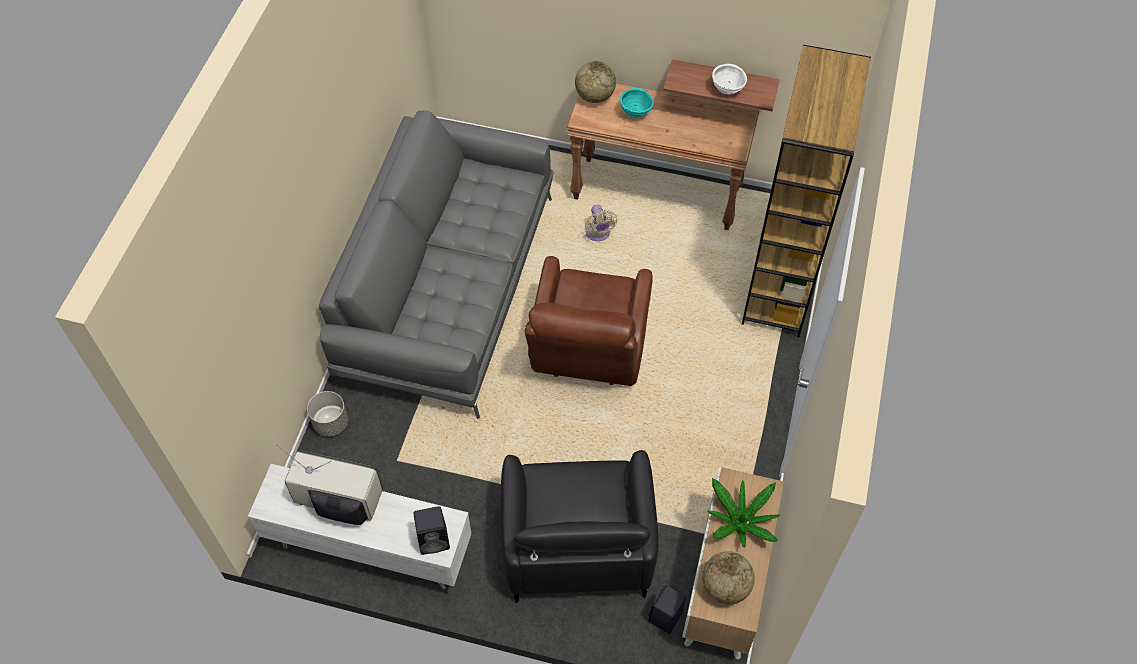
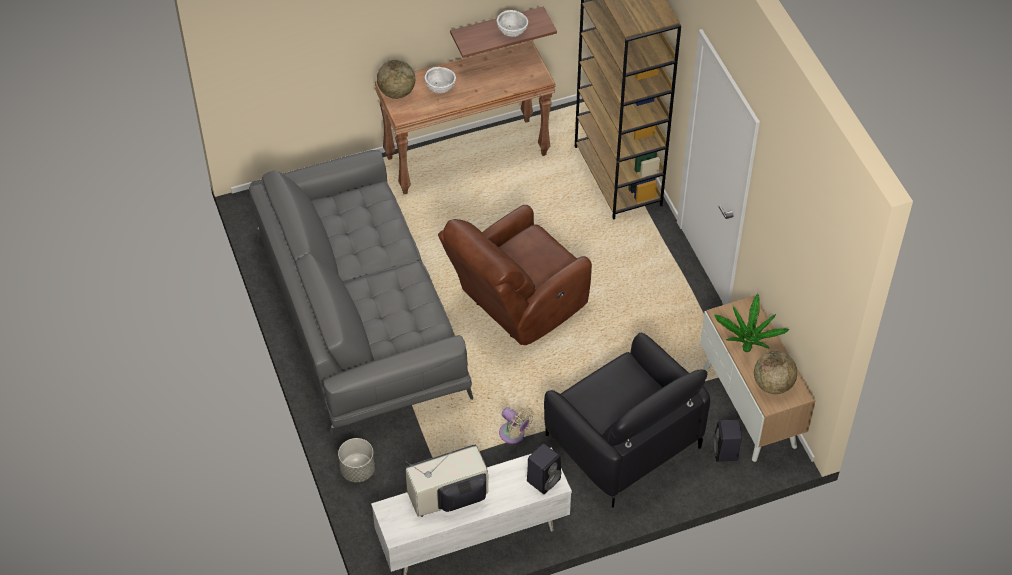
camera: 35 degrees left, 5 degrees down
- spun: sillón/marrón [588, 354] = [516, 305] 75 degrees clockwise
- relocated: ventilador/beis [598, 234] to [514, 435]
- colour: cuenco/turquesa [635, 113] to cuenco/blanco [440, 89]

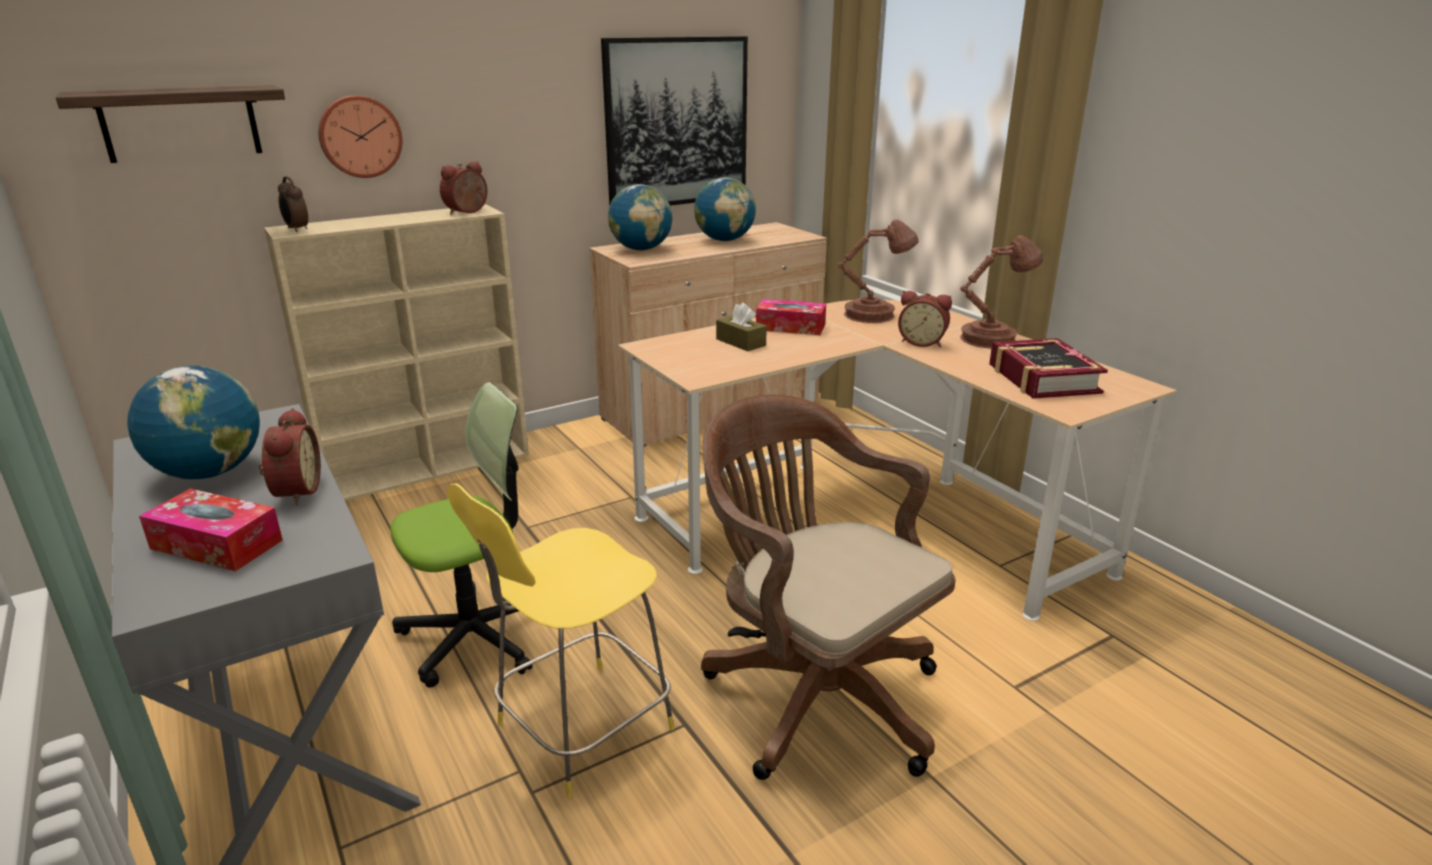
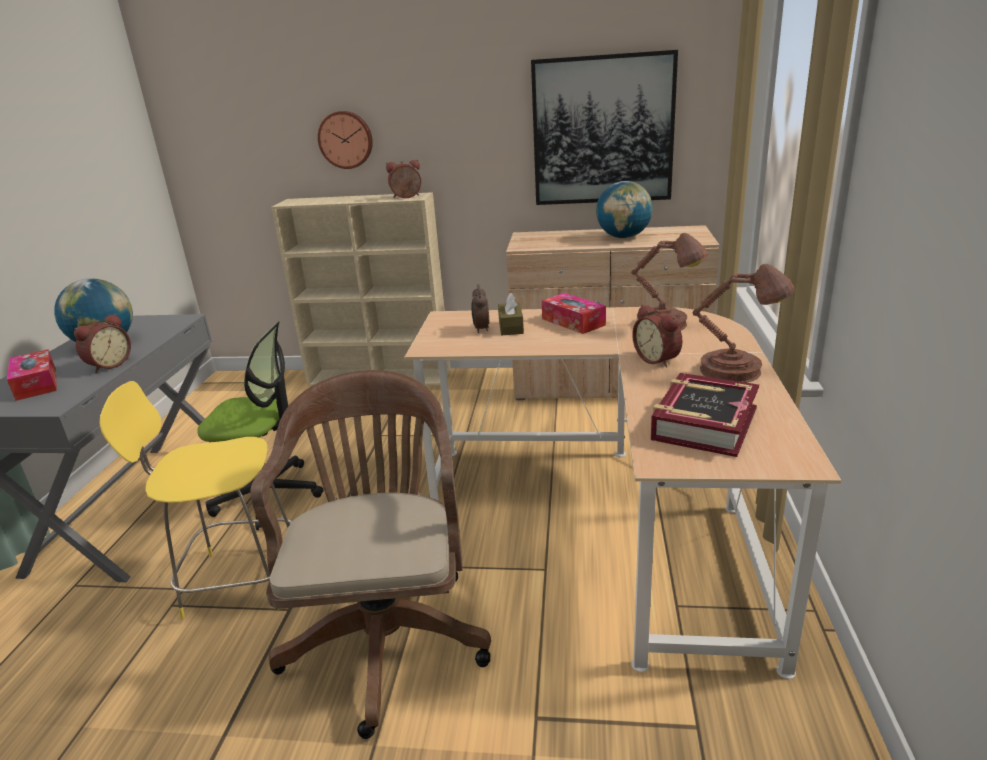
camera: 40 degrees right, 0 degrees up
- missing: estante [180, 123]
- relocated: despertador [297, 229] to [481, 329]
- missing: globo terráqueo [641, 249]

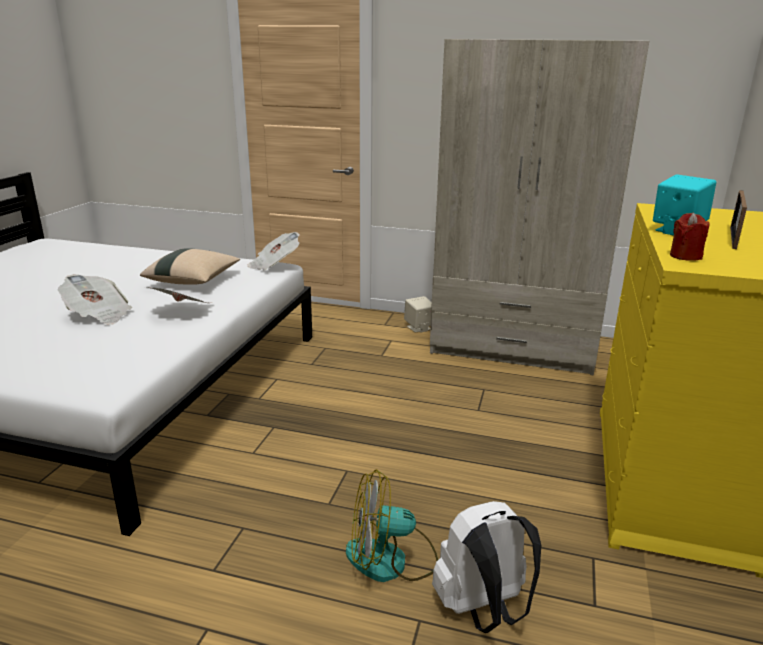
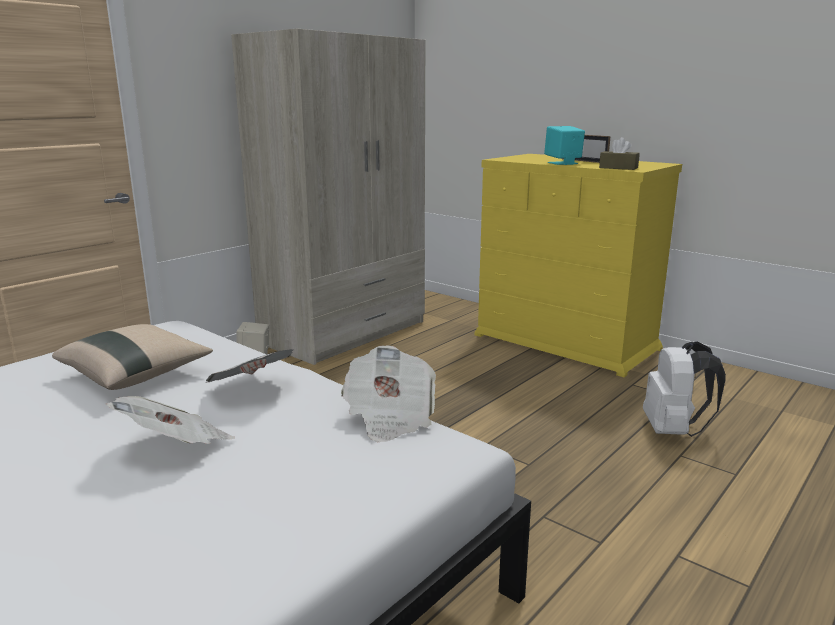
camera: 65 degrees left, 5 degrees down
- relocated: periódico [274, 265] to [389, 417]
- missing: ventilador [391, 559]
- exchanged: vela/rojo [685, 256] to caja de pañuelos/marrón [618, 168]

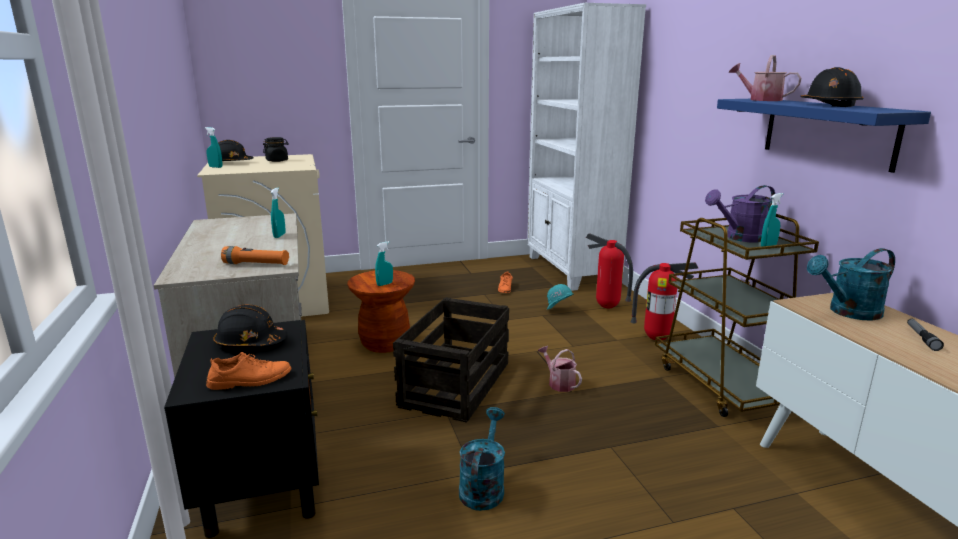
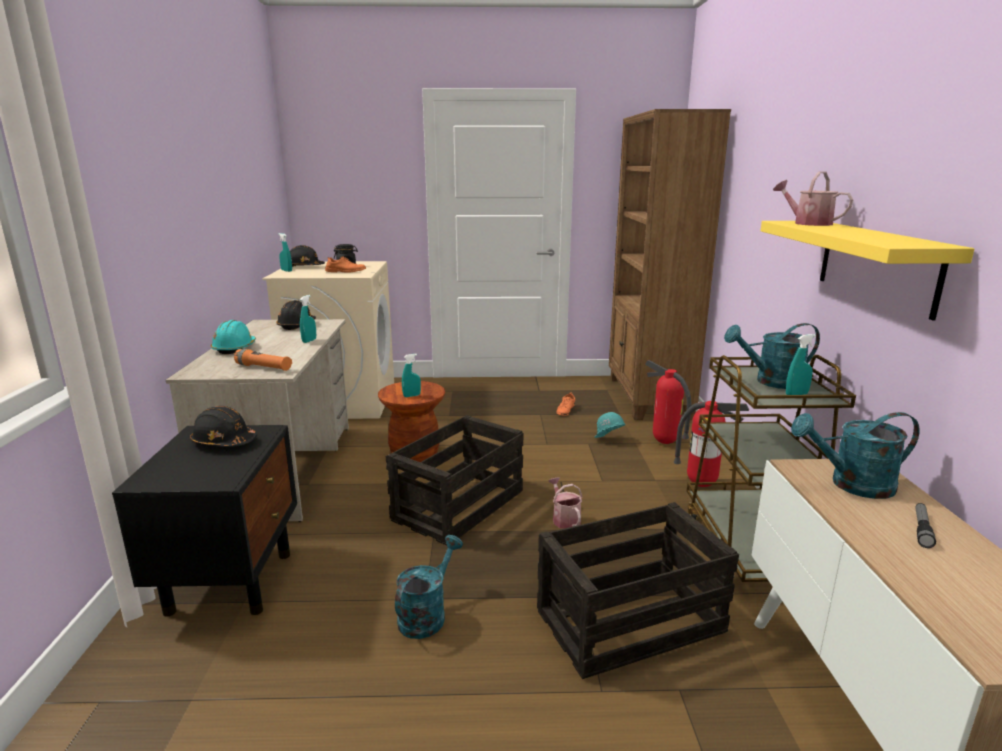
camera: 15 degrees right, 0 degrees up
- relocated: zapato/naranja [250, 380] to [345, 271]
- colour: estantería/blanco [571, 270] to estantería/marrón [648, 397]
- colour: regadera/morado [740, 238] to regadera/turquesa [771, 382]
- colour: estante/azul [827, 132] to estante/amarillo [876, 265]
- relocated: casco/negro [829, 105] to [297, 325]
- appeared: casco/turquesa [235, 348]
- appeared: caja de embalaje [628, 622]

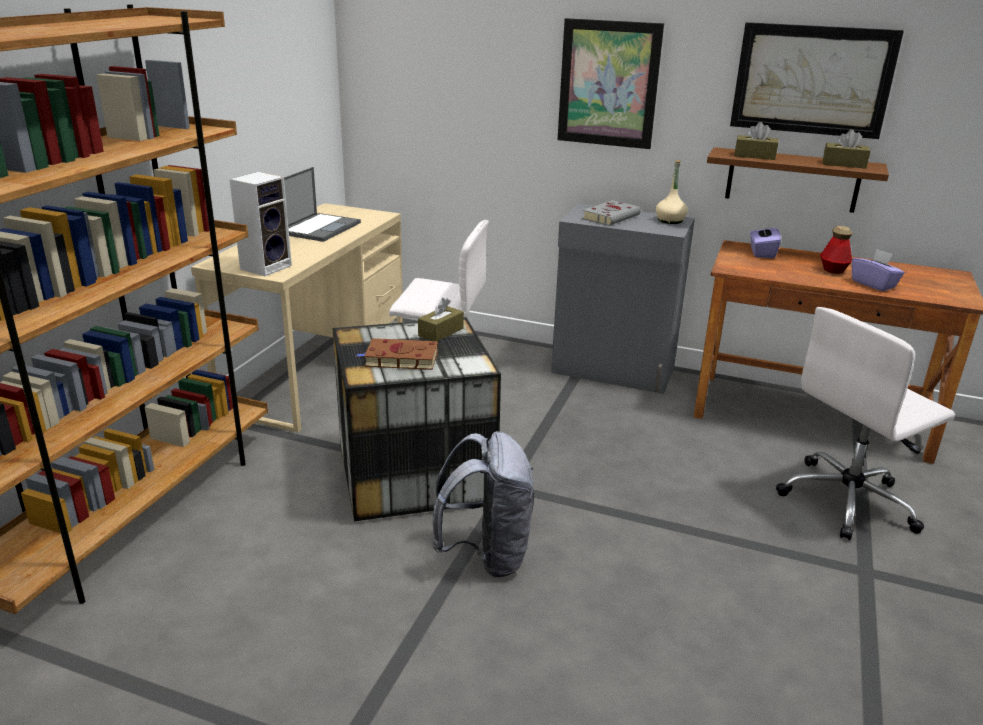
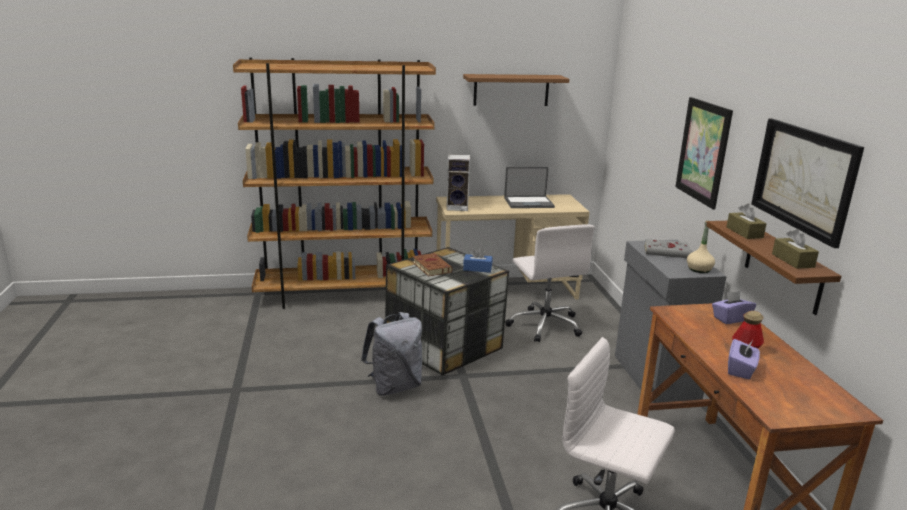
camera: 60 degrees right, 5 degrees down
- colour: caja de pañuelos/marrón [441, 332] to caja de pañuelos/azul [477, 268]
- appeared: estante/marrón [511, 90]

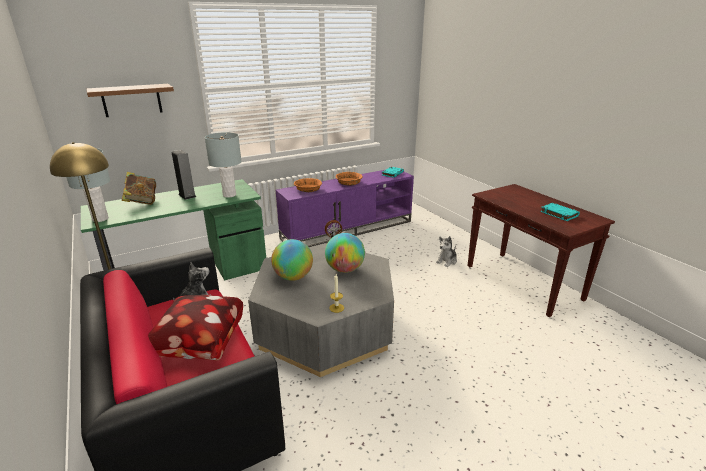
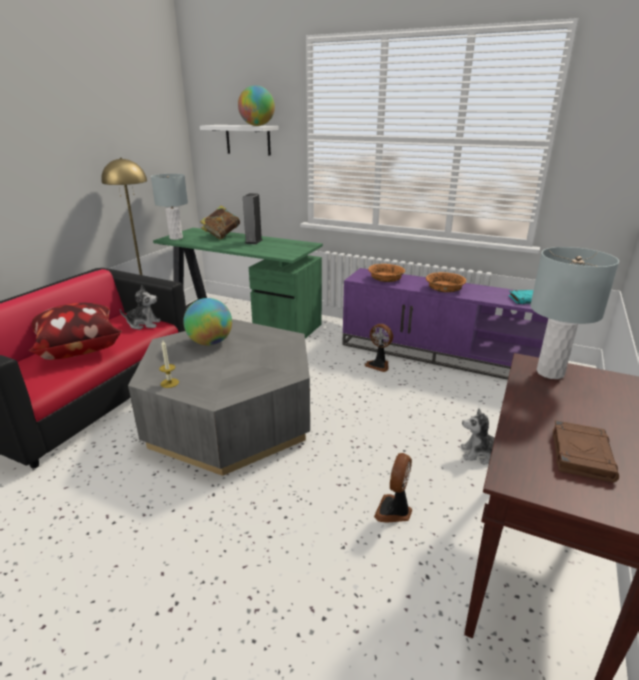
camera: 55 degrees right, 0 degrees up
- colour: estante/marrón [132, 100] to estante/blanco [248, 140]
- relocated: lámpara de mesa/gris [229, 195] to [550, 373]
- relocated: globo terráqueo [345, 270] to [257, 125]
- colour: libro/turquesa [558, 214] to libro/marrón [581, 454]
- appeared: ventilador [394, 511]

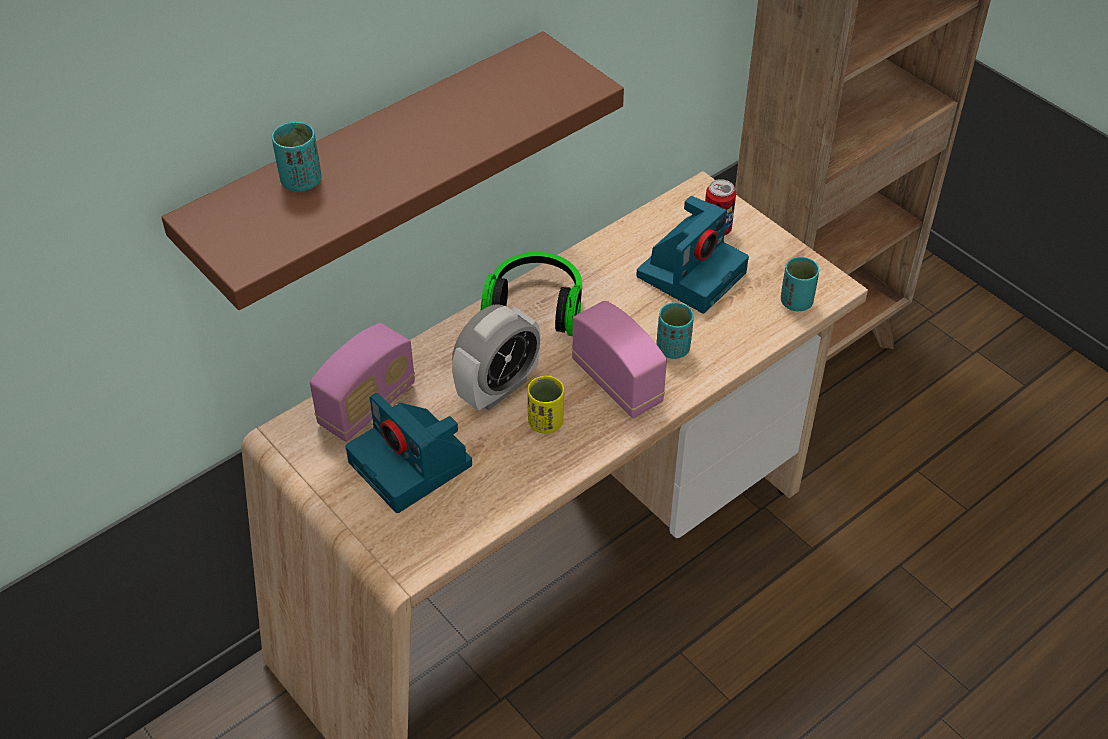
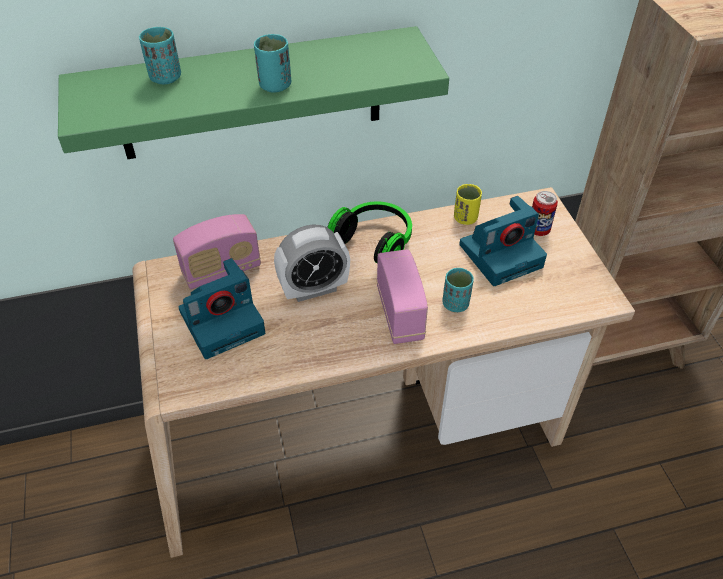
camera: 25 degrees right, 0 degrees up
- colour: estante/marrón [371, 169] to estante/verde [251, 95]
- spun: cámara [413, 465] = [223, 321] 105 degrees counterclockwise
- relocated: taza/amarillo [545, 422] to [465, 218]
- relocated: taza/turquesa [796, 302] to [275, 85]

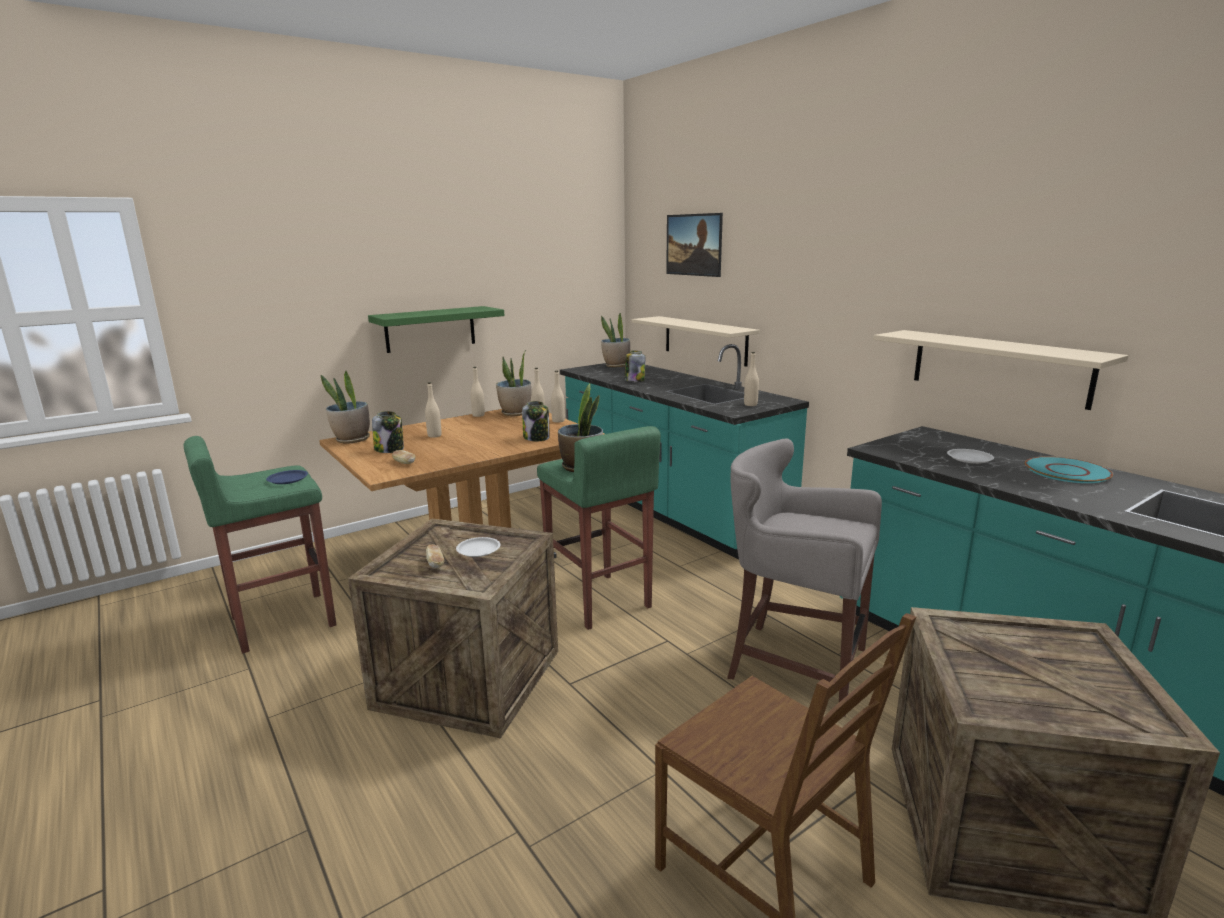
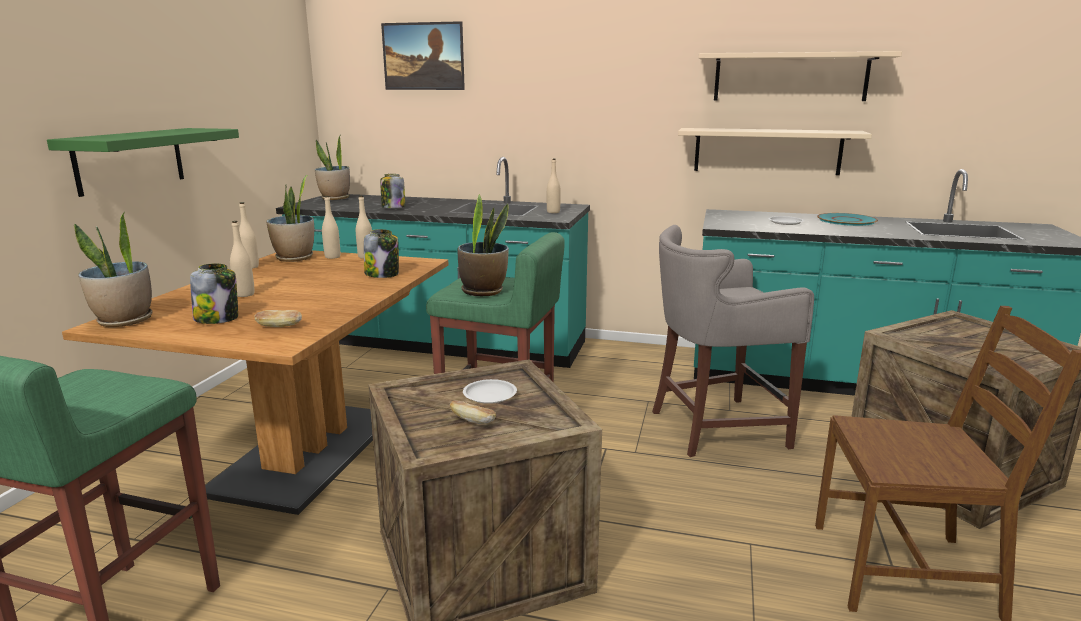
camera: 40 degrees left, 0 degrees up
- missing: plato/azul [287, 479]
- relocated: estante/beis [705, 340] to [790, 77]

